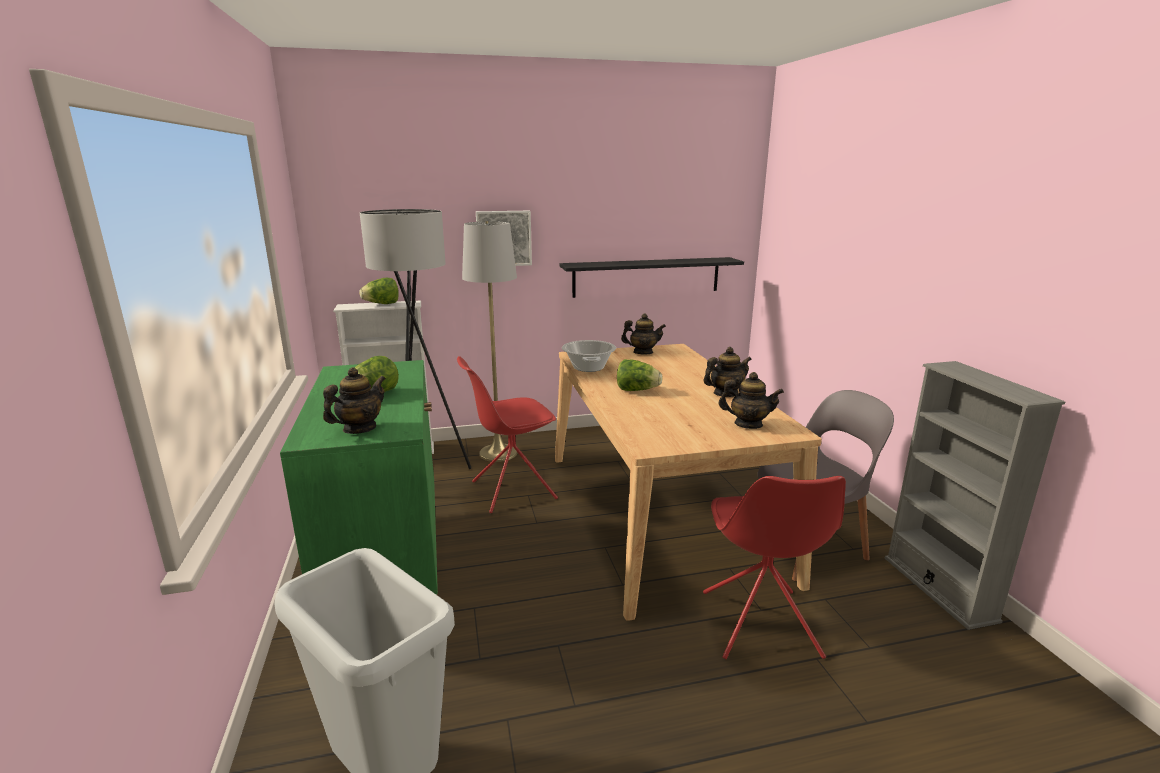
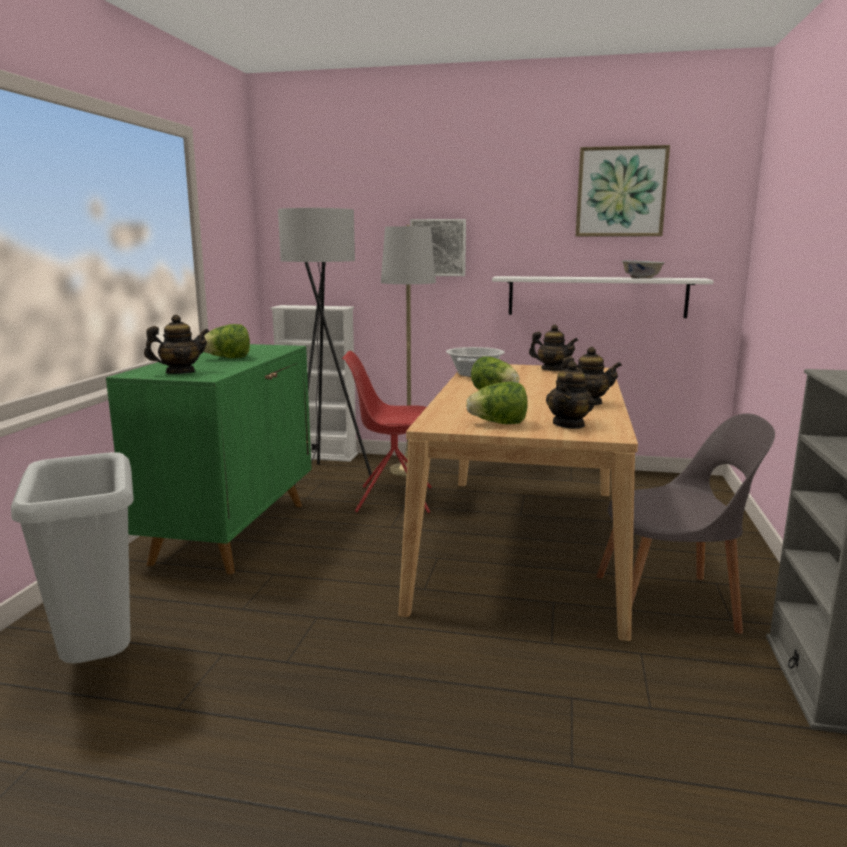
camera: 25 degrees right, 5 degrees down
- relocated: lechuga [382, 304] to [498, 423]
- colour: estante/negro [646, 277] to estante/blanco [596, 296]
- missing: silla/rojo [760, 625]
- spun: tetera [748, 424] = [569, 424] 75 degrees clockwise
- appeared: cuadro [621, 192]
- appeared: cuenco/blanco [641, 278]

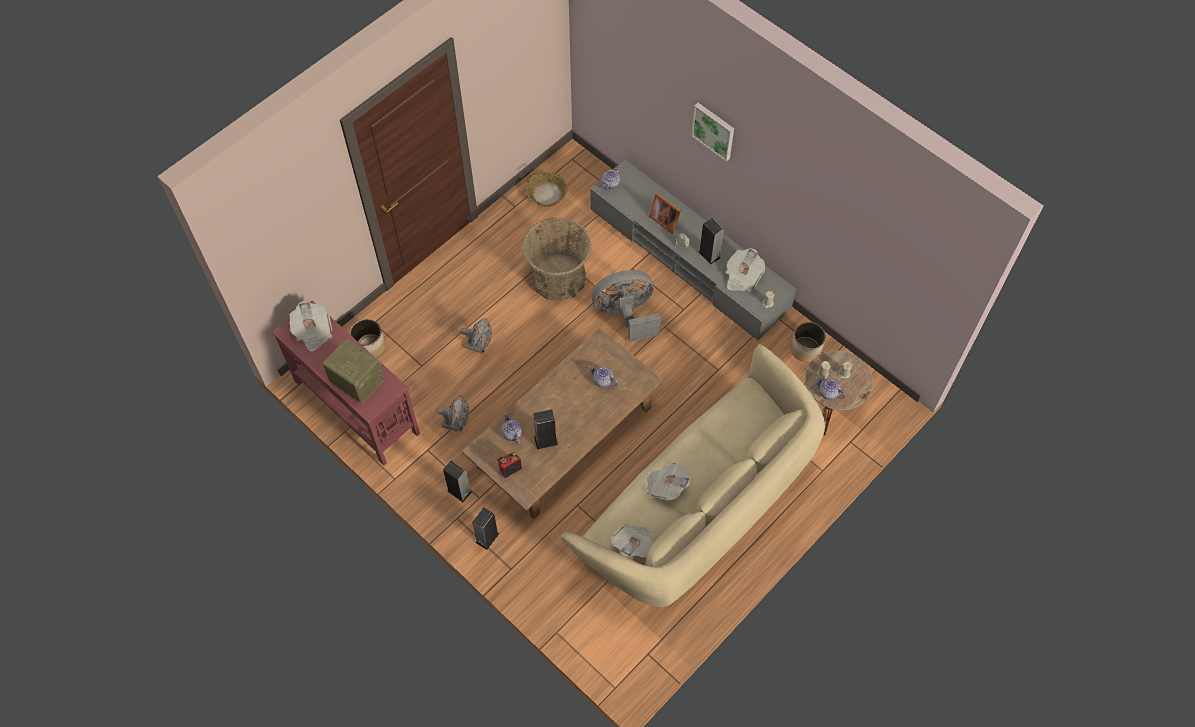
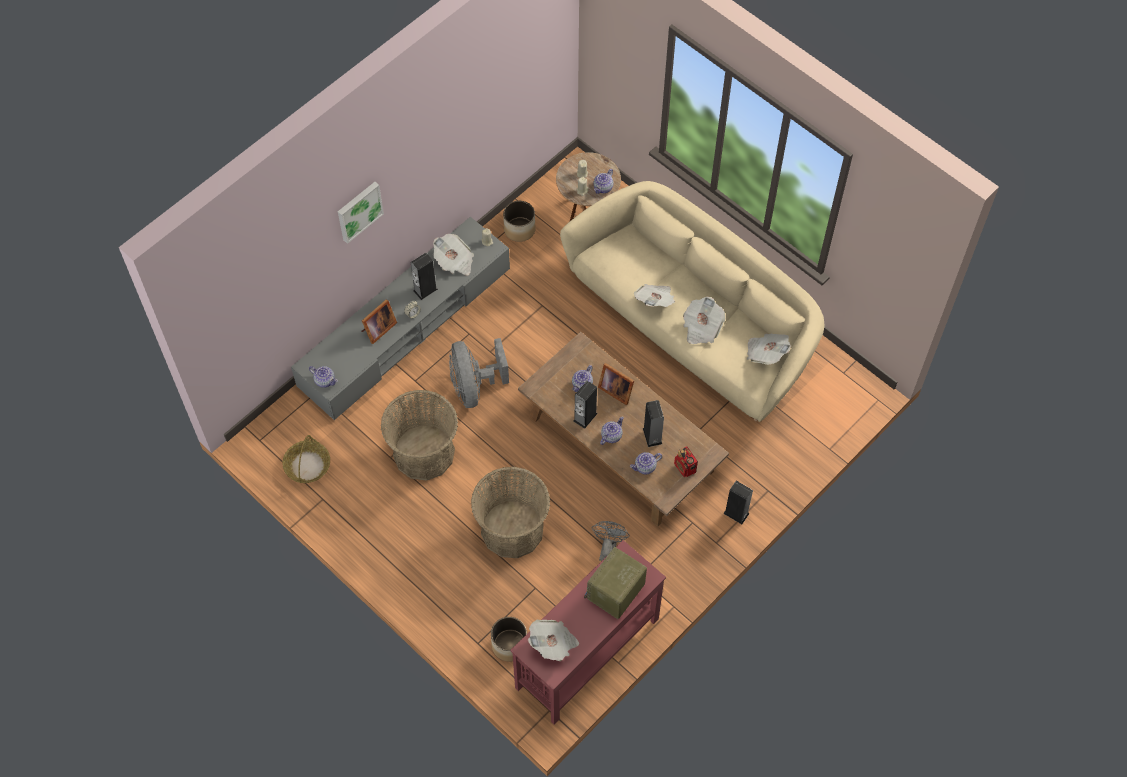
camera: 90 degrees left, 0 degrees up
- relocated: altavoz [459, 491] to [585, 417]
- exchanged: ventilador/gris [479, 347] to cesta [512, 529]
- appeared: portarretratos [615, 389]
- appeared: tetera [611, 435]
- appeared: periódico [655, 301]

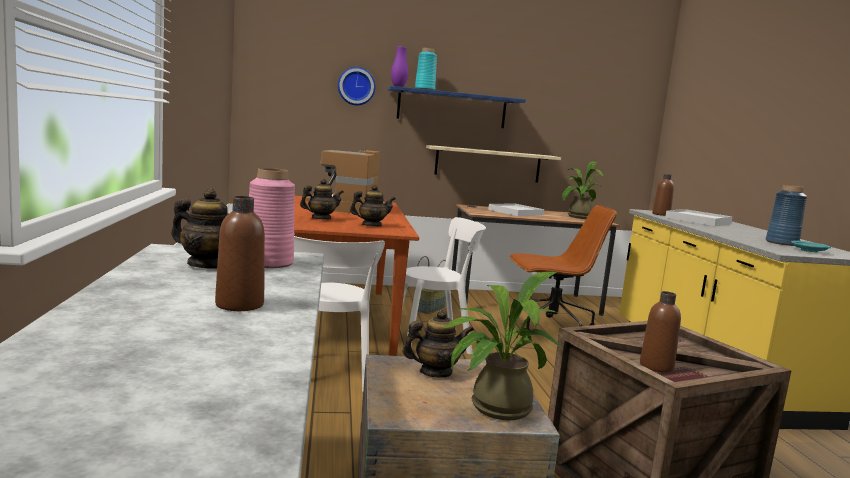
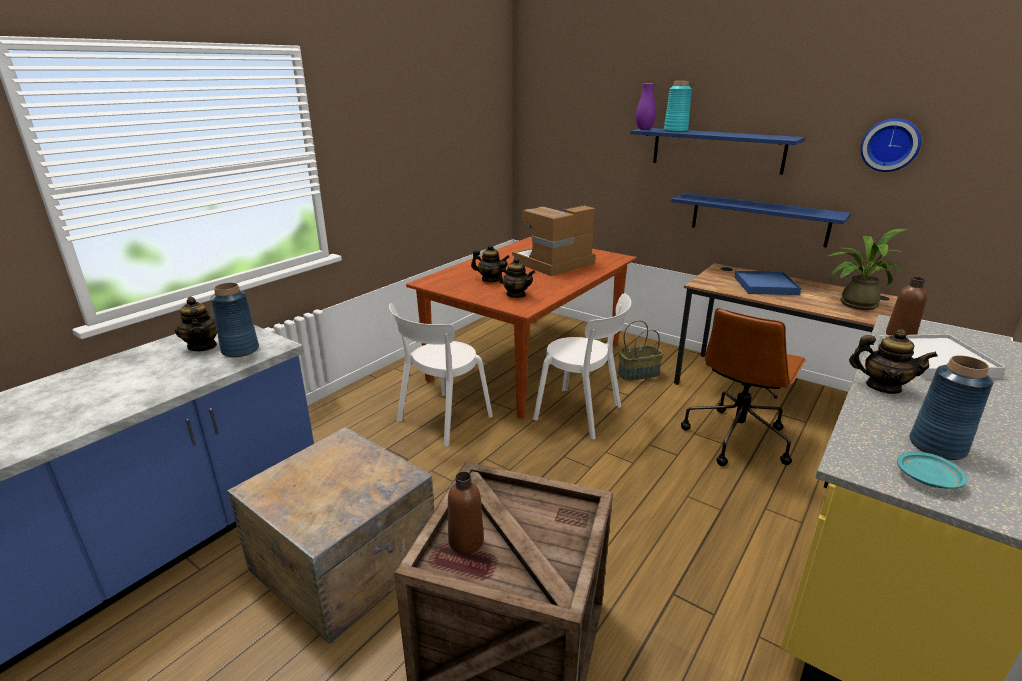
camera: 45 degrees right, 15 degrees up
- missing: botella/marrón [239, 305]
- colour: florero/rosa [268, 263] to florero/azul [240, 350]
- relocated: reloj de pared [356, 86] to [890, 145]
- relocated: tetera [435, 372] to [883, 387]
- colour: estante/beis [488, 164] to estante/azul [758, 219]
- missing: planta en maceta [493, 408]
- colour: bandeja/blanco [515, 212] to bandeja/azul [765, 286]
- spun: silla de oficina/marrón [550, 329] = [736, 437] 90 degrees clockwise

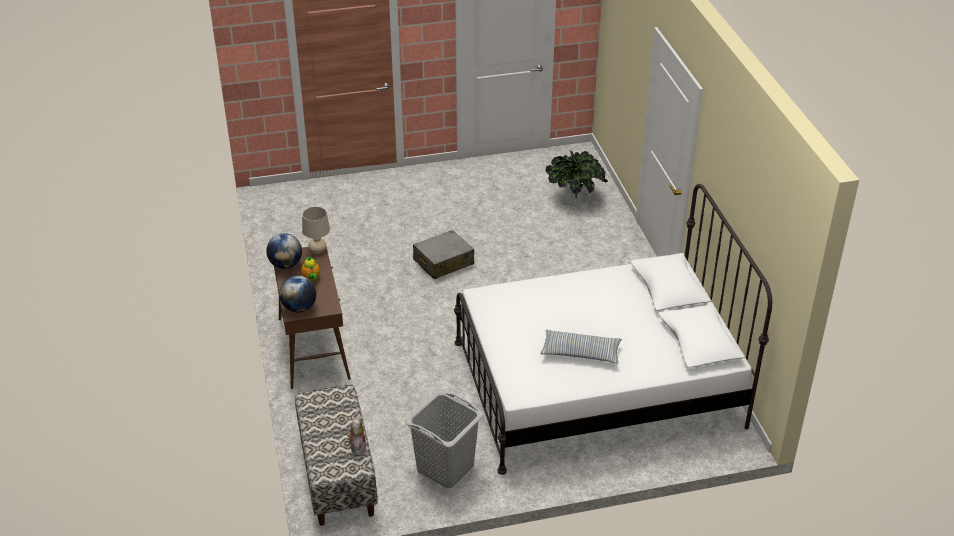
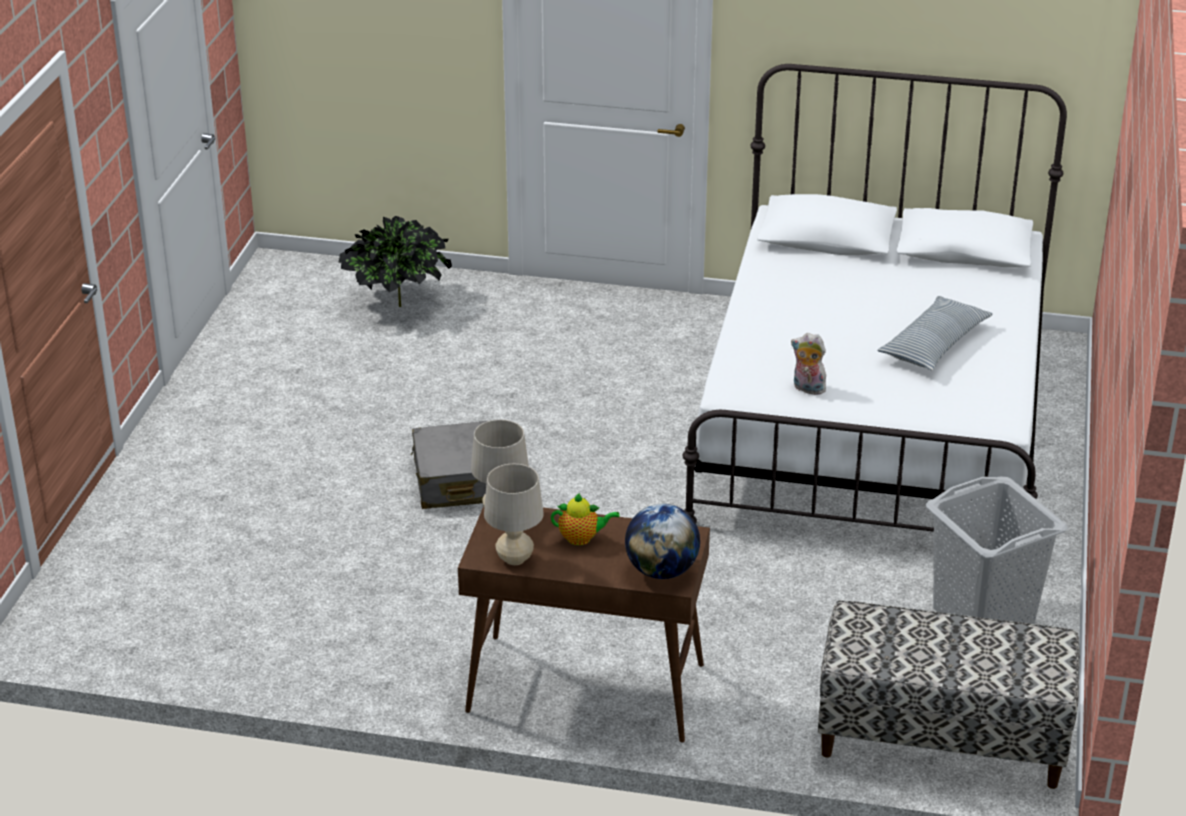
camera: 65 degrees left, 5 degrees down
- exchanged: globo terráqueo [285, 264] to lámpara de mesa/beis [514, 559]
- relocated: peluche [357, 447] to [807, 389]

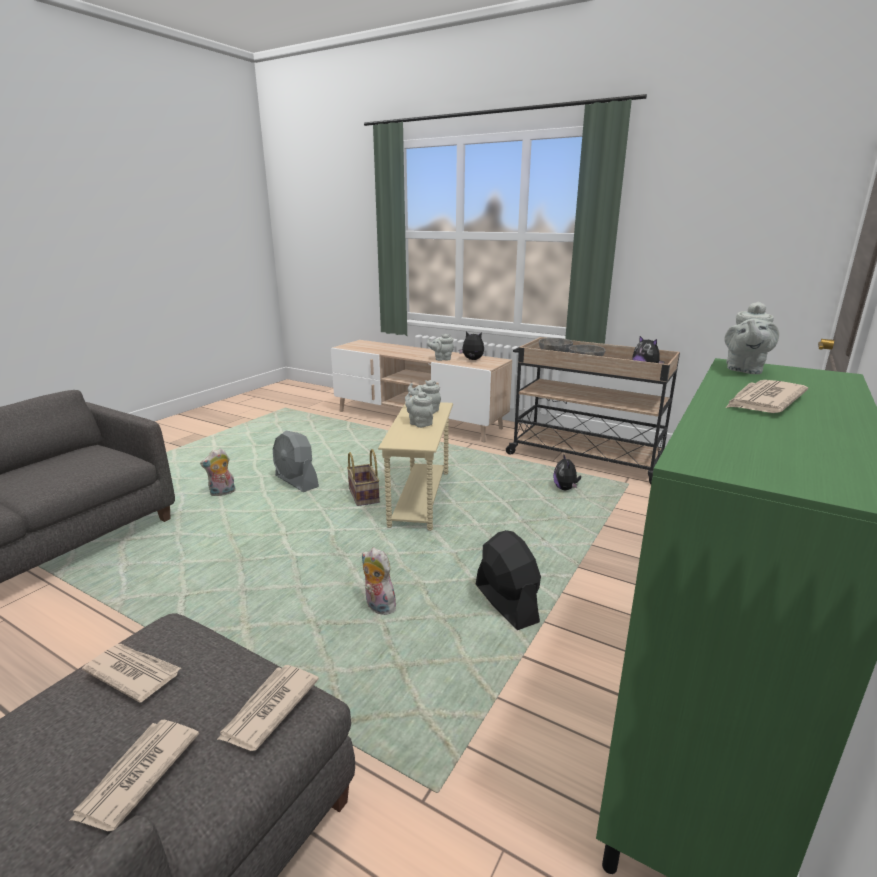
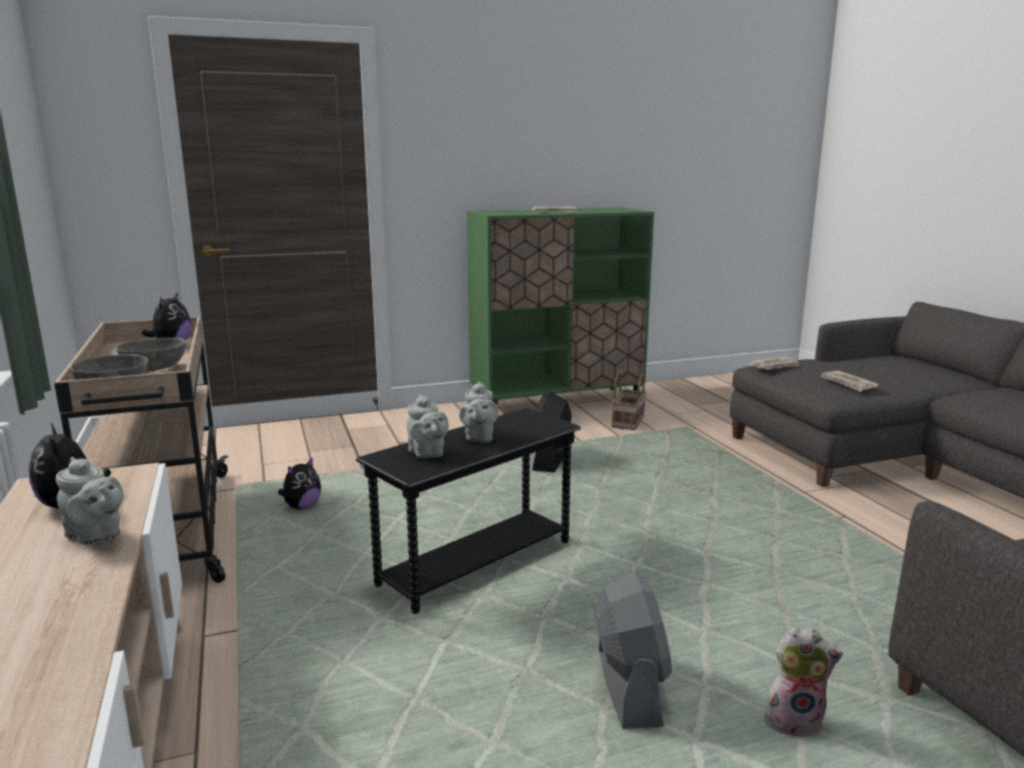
camera: 140 degrees left, 5 degrees down
- missing: periódico [136, 775]
- relocated: cesta [365, 496] to [627, 421]
- missing: peluche [378, 607]
- colour: mesa auxiliar/beis [421, 498] to mesa auxiliar/negro [475, 563]
- missing: tetera/gris [744, 369]

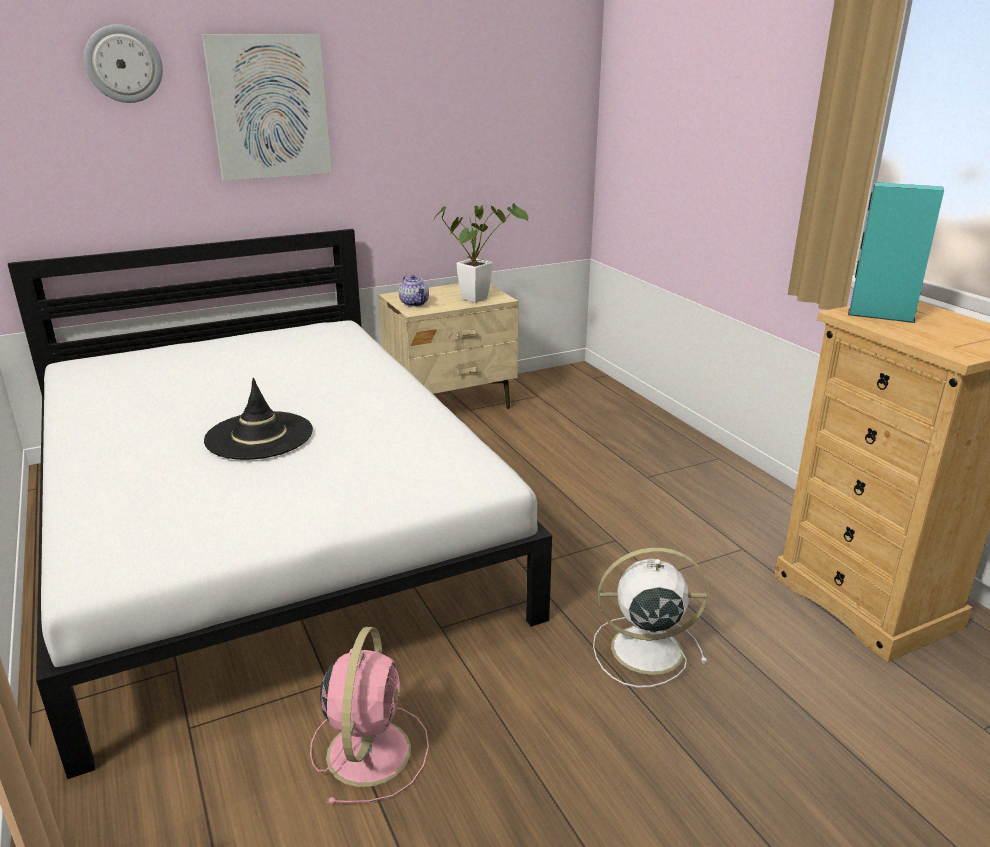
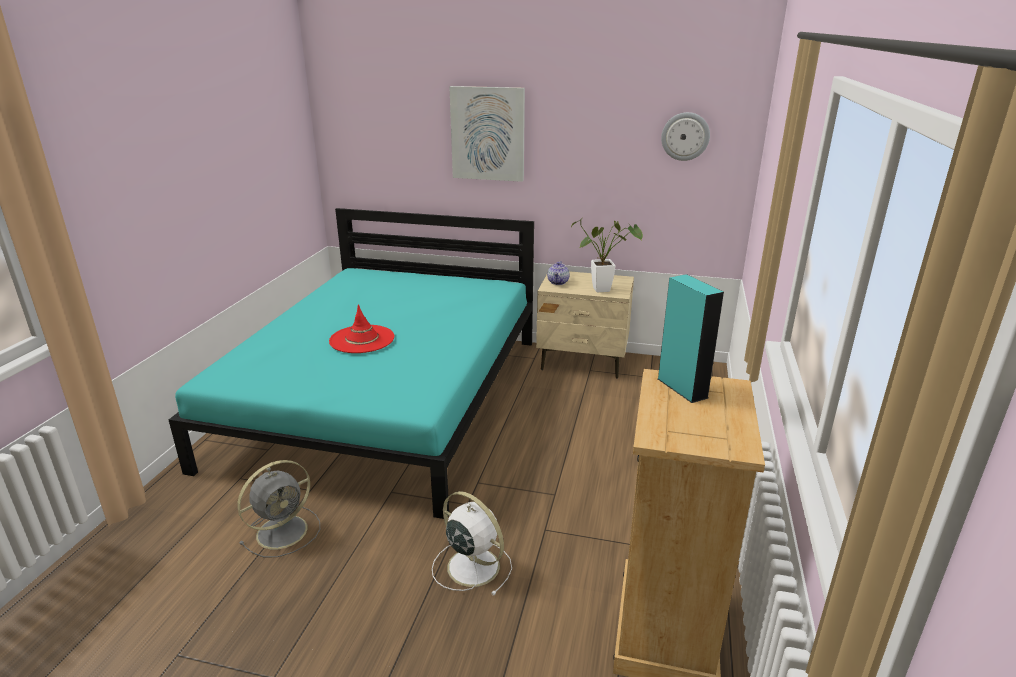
camera: 40 degrees right, 0 degrees up
- colour: cama/blanco [268, 527] to cama/turquesa [388, 397]
- relocated: reloj de pared [123, 64] to [685, 136]
- colour: sombrero/negro [259, 436] to sombrero/rojo [362, 339]
- colour: ventilador/rosa [369, 749] to ventilador/gris [284, 531]

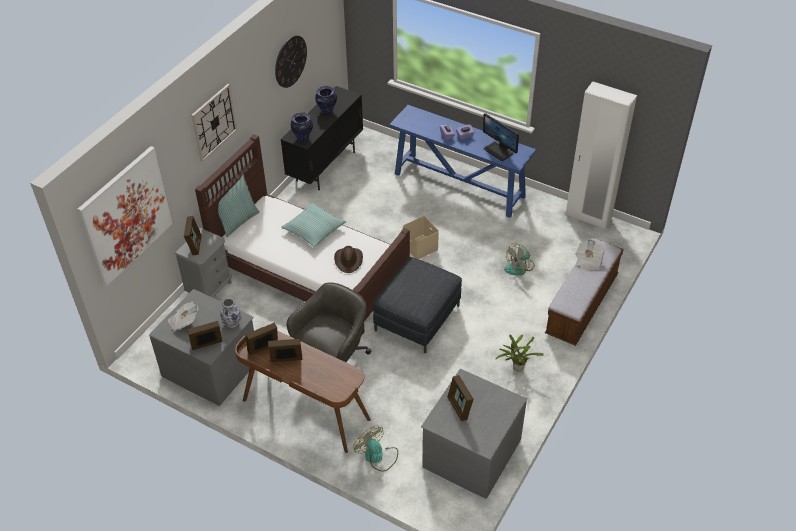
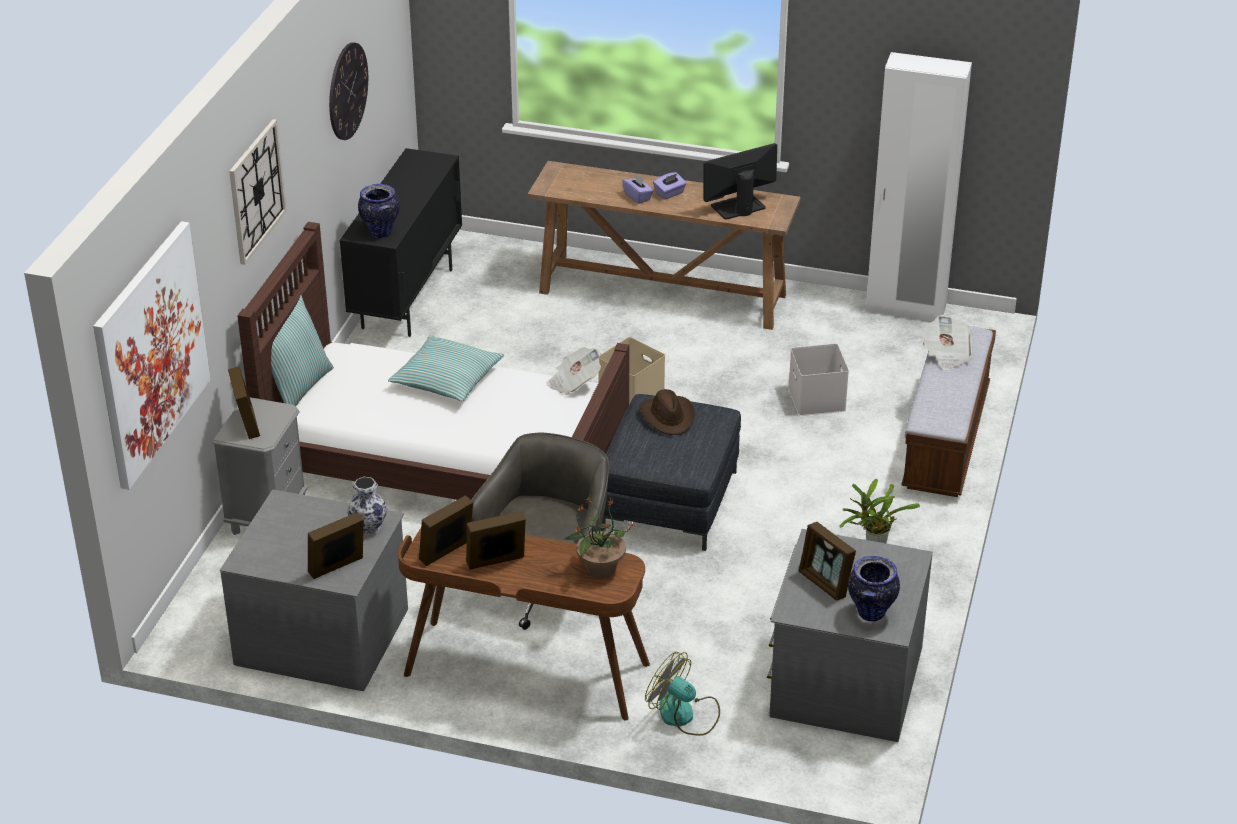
camera: 15 degrees left, 10 degrees down
- relocated: periódico [184, 322] to [574, 383]
- relocated: florero [327, 111] to [871, 614]
- relocated: sombrero/marrón [348, 260] to [668, 417]
- colour: mesa consola/azul [460, 185] to mesa consola/marrón [664, 294]
- spun: monitor [499, 151] = [738, 207] 120 degrees clockwise
- exchanged: ventilador [519, 267] to caja de almacenaje/blanco [818, 399]
- appeared: planta en maceta [600, 568]

